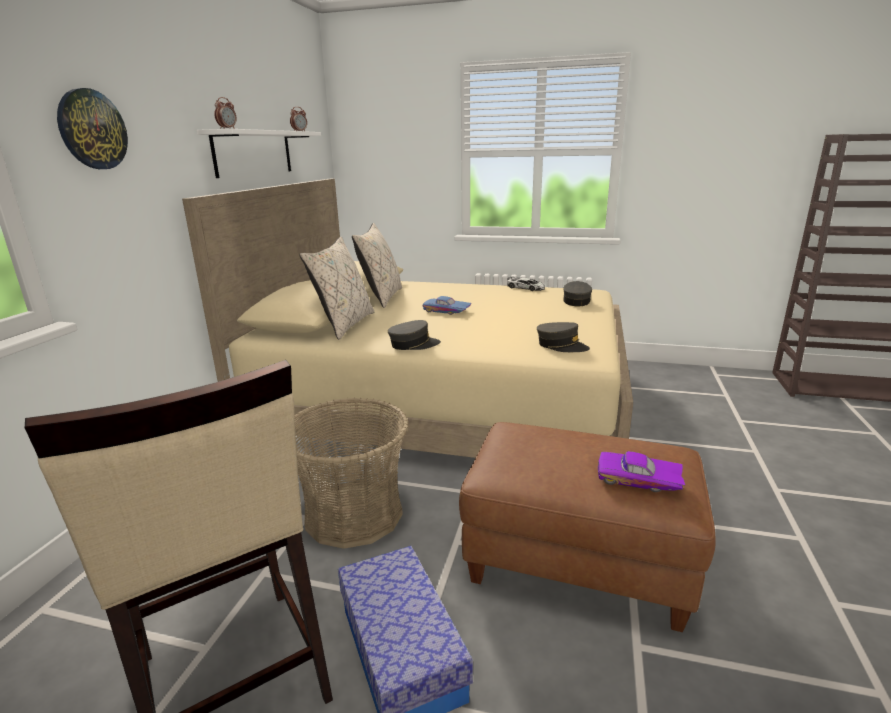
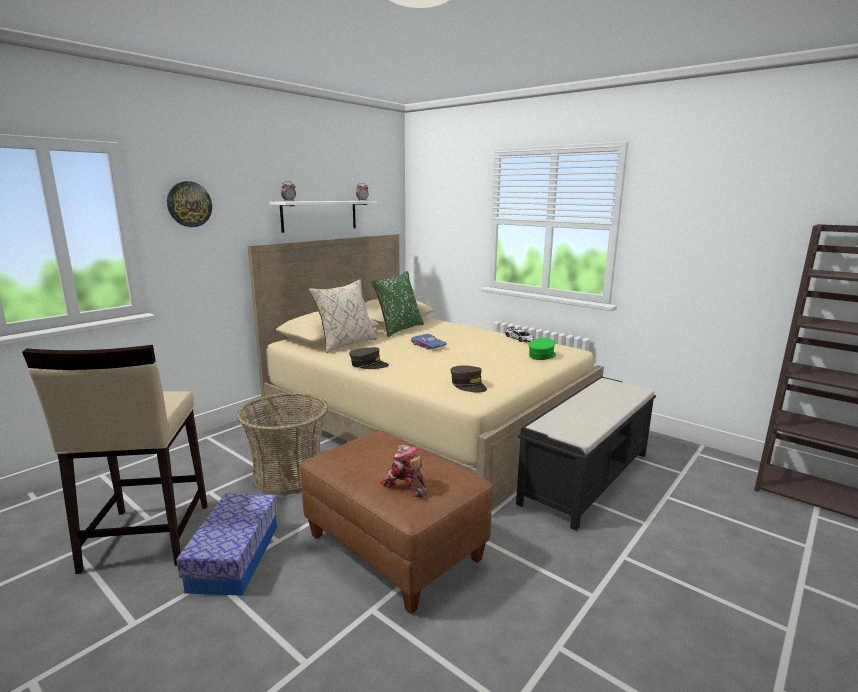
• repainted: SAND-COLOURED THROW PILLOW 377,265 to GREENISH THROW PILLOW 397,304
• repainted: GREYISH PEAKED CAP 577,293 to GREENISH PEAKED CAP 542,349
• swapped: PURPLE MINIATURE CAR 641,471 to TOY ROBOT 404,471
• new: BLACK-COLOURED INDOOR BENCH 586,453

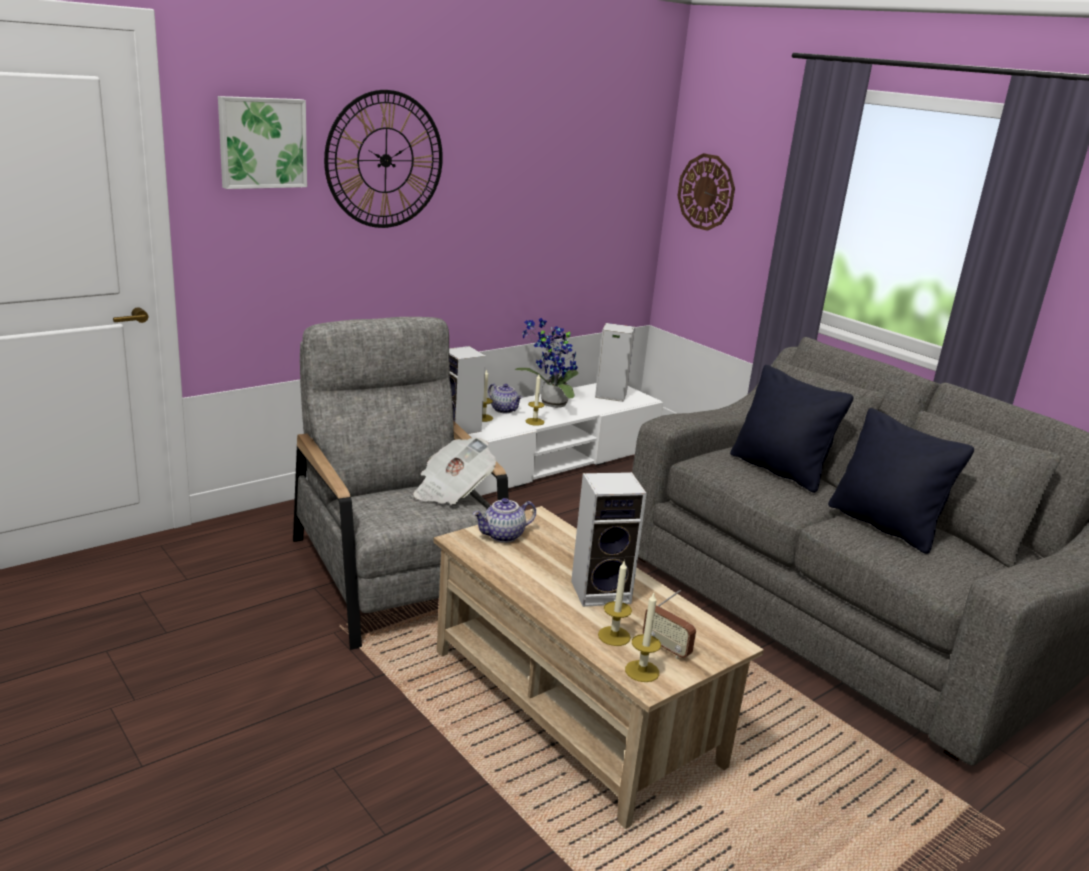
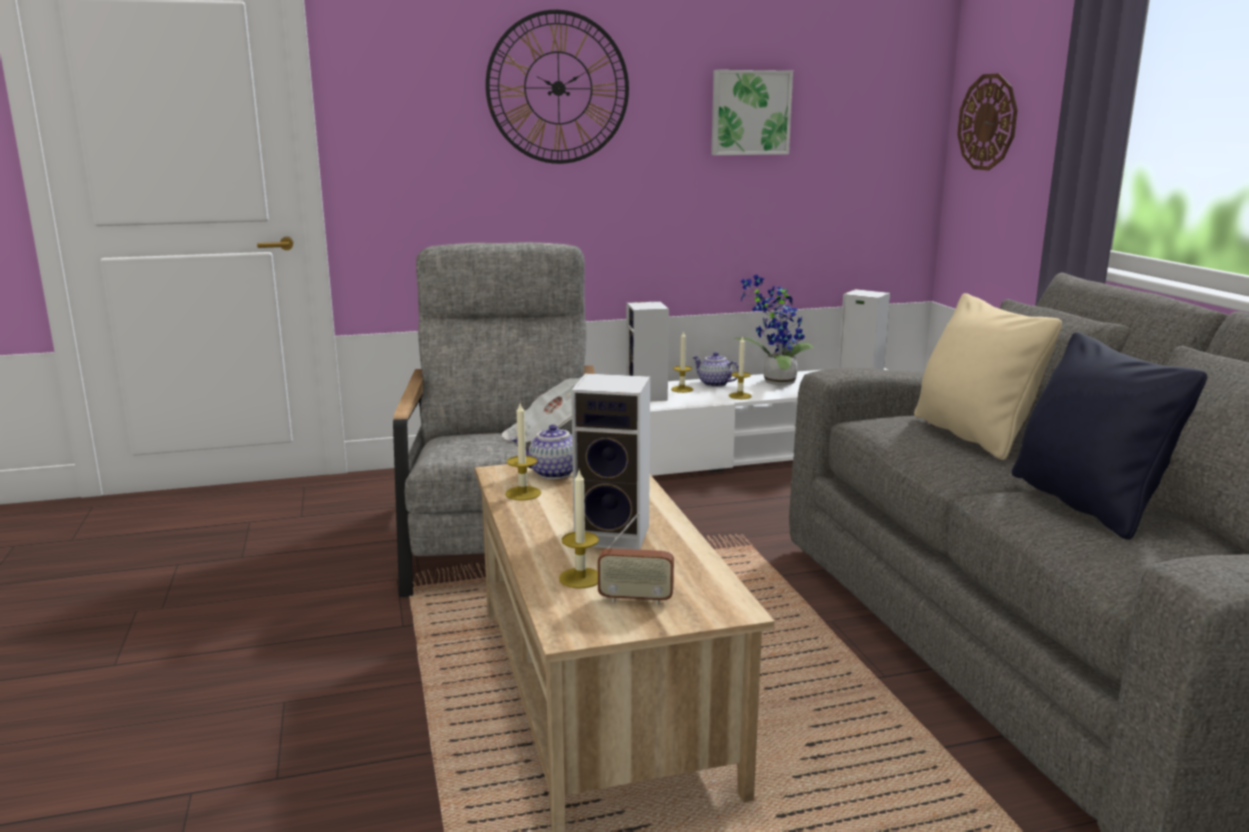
• shifted: PICTURE 262,142 to 752,112
• rotated: TEA POT 505,398 = 716,369 150 degrees clockwise
• shifted: WAX LIGHT 643,637 to 523,452
• rotated: RADIO RECEIVER 669,624 = 636,558 60 degrees counterclockwise
• repainted: BLACK-COLOURED THROW PILLOW 792,429 to SAND-COLOURED THROW PILLOW 988,376

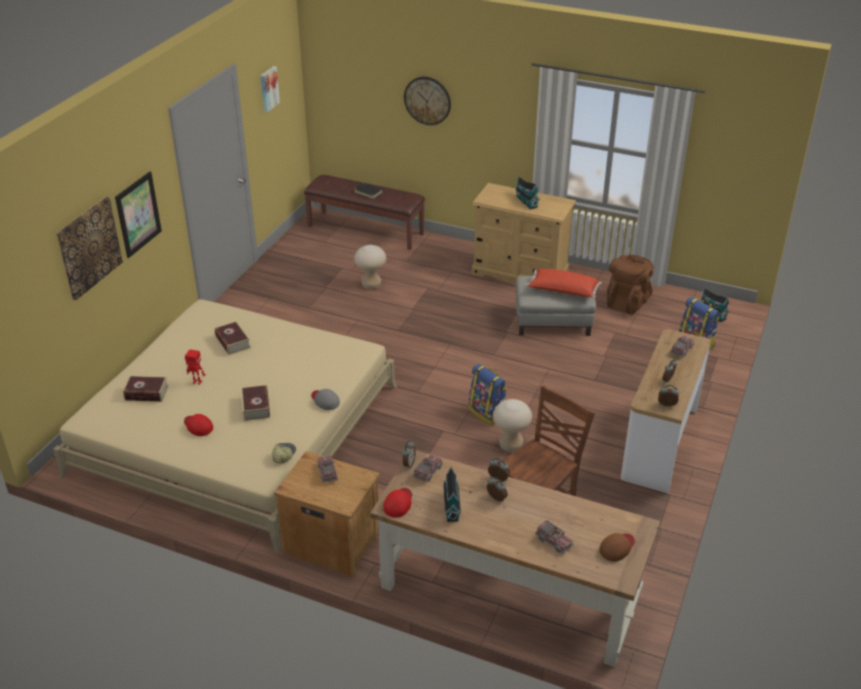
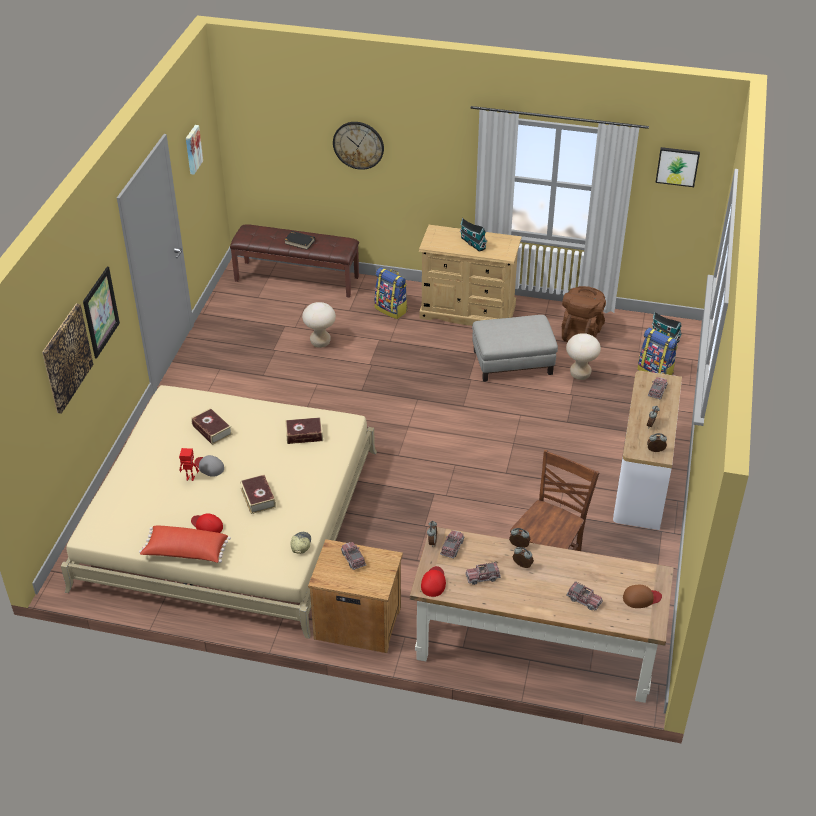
• shifted: BOUND BOOK 145,388 to 304,430
• shifted: GREYISH PEAKED CAP 325,399 to 209,466
• swapped: TOY HOUSE 452,494 to TOY TRUCK 483,573
• shifted: BACKPACK 488,395 to 391,293
• shifted: SAND-COLOURED STOOL SEAT 512,425 to 583,356
• shifted: RED-COLOURED THROW PILLOW 564,283 to 185,544
• rotated: BROWN-COLOURED PEAKED CAP 617,547 = 642,596 45 degrees clockwise
• new: PICTURE 677,167

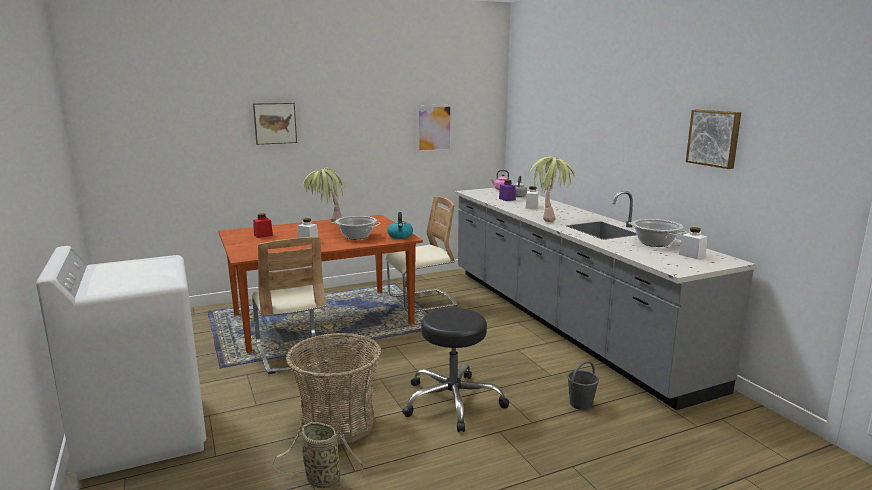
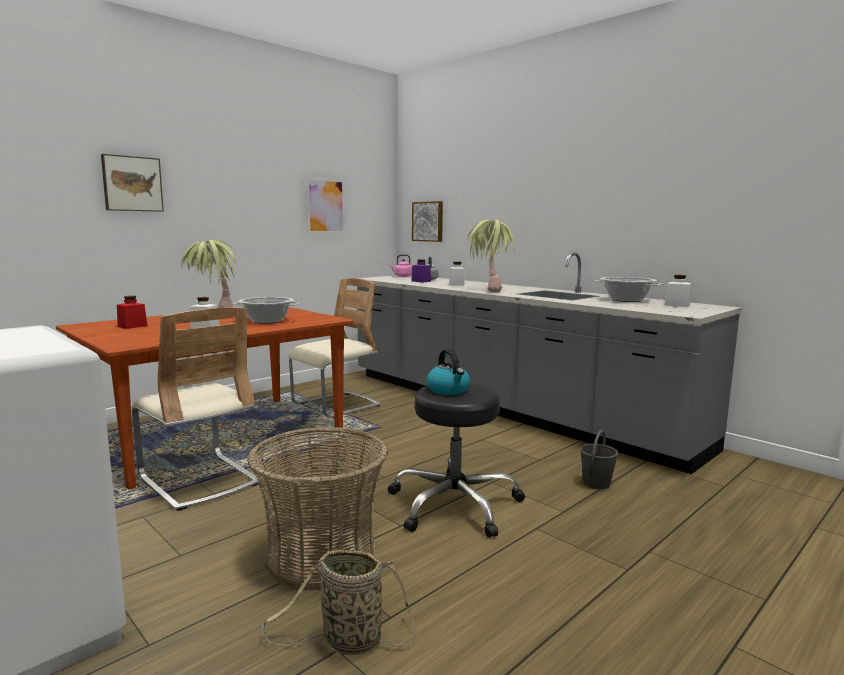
• shifted: WATER KETTLE 400,225 to 448,372
• shifted: PICTURE 713,139 to 427,221

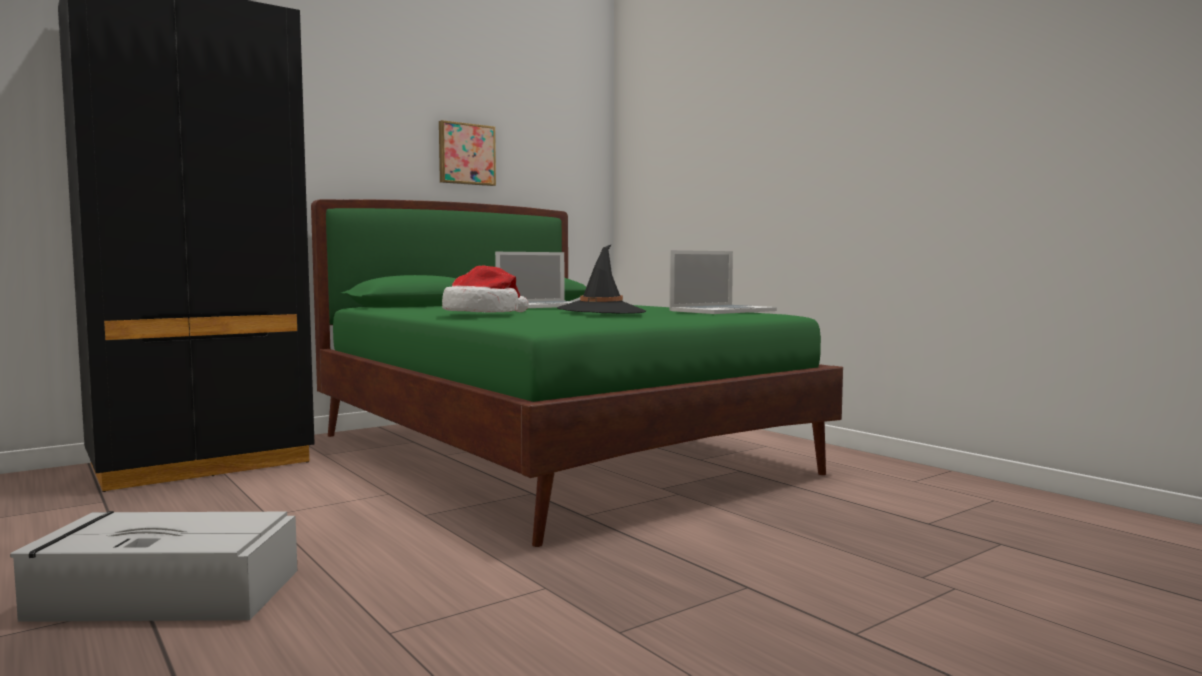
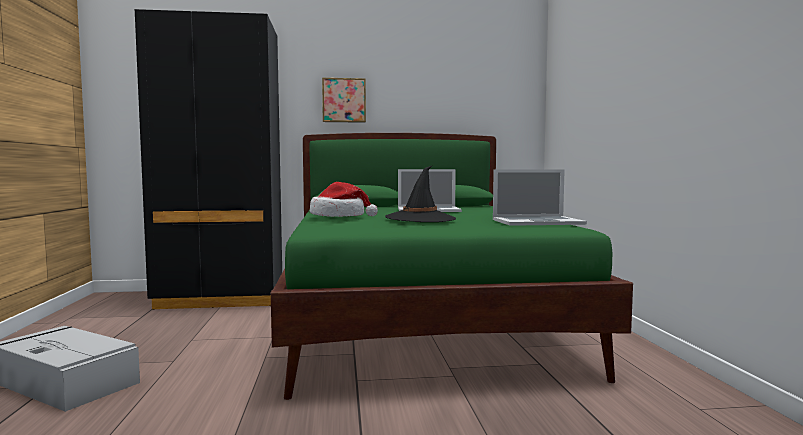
• shifted: PICTURE 467,153 to 344,100

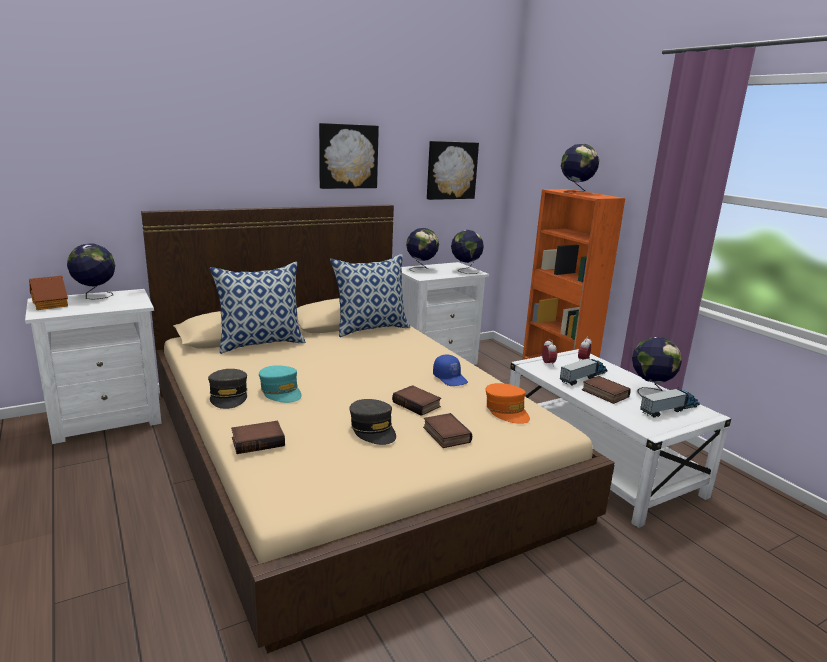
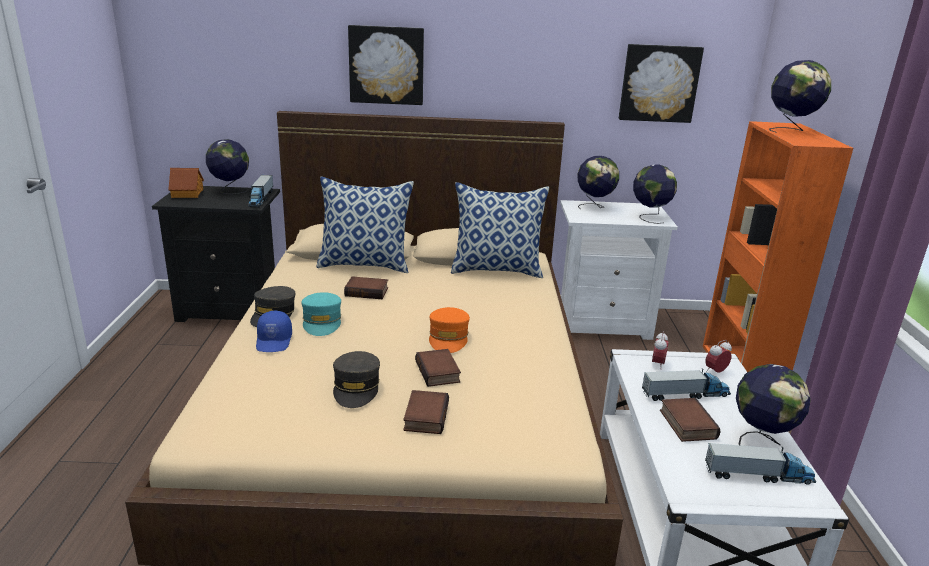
• repainted: WHITISH NIGHTSTAND 93,366 to BLACK-COLOURED NIGHTSTAND 216,254
• shifted: BOUND BOOK 258,437 to 366,287
• shifted: PICTURE 349,156 to 386,65
• shifted: BLUE-COLOURED PEAKED CAP 450,370 to 274,331
• shifted: ORANGEY PEAKED CAP 508,403 to 449,330
• new: TOY TRUCK 260,191

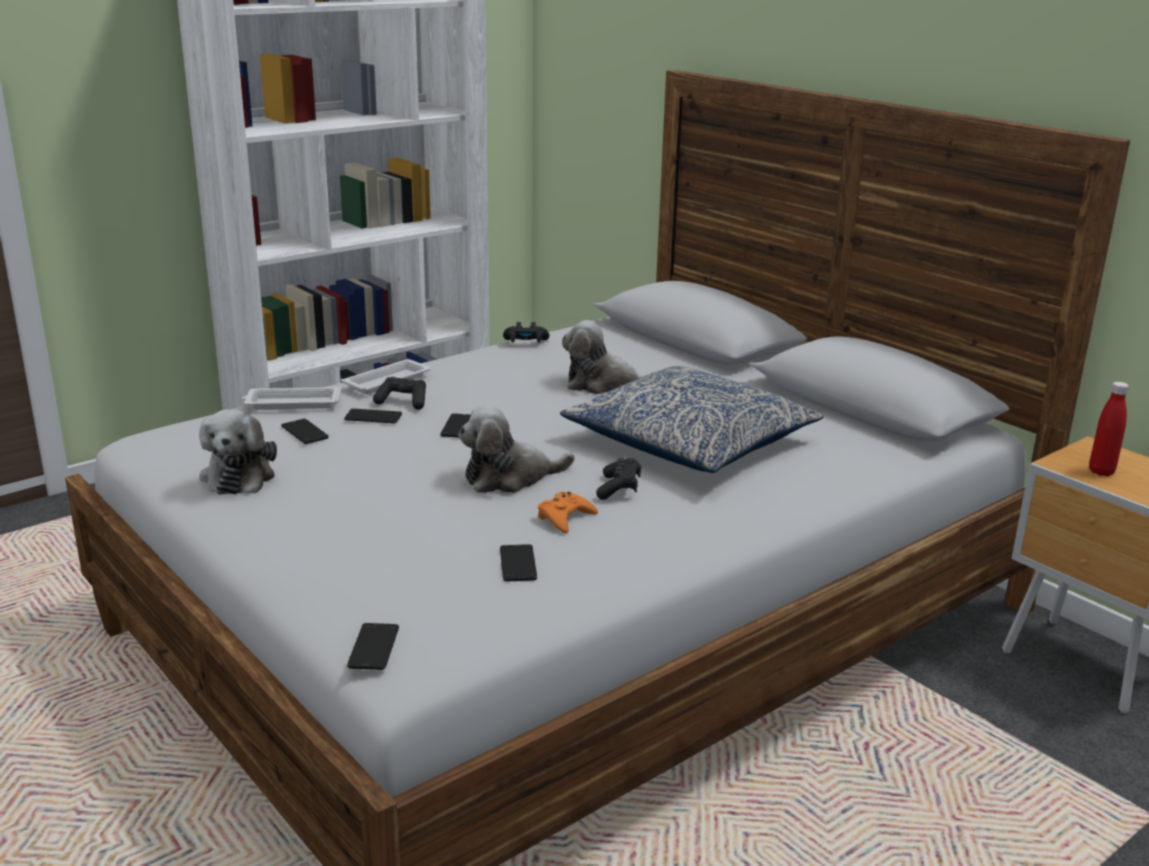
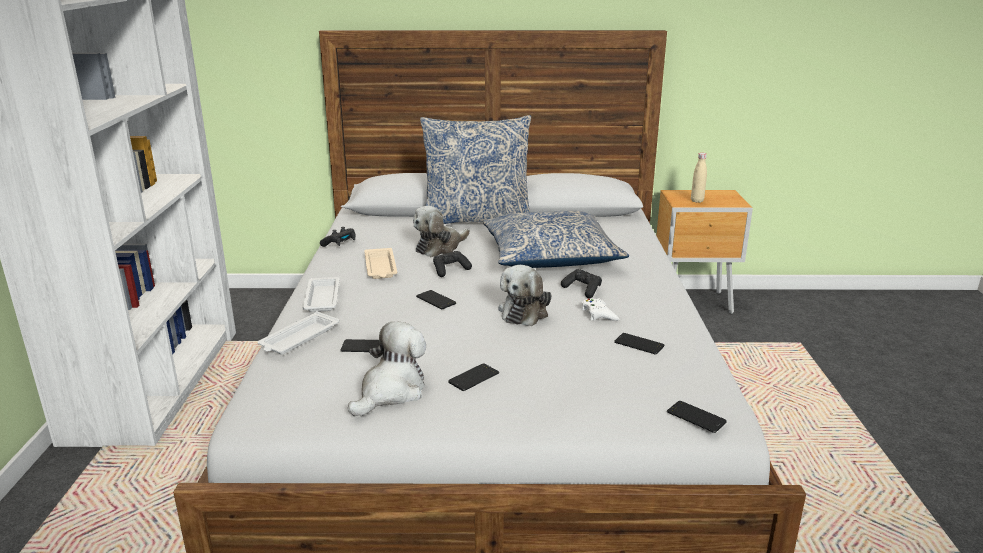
• rotated: PLUSH TOY 238,451 = 387,369 90 degrees counterclockwise
• shifted: HANDSET 373,416 to 473,377
• shifted: BLACK-COLOURED JOYPAD 399,393 to 452,264
• repainted: ORANGEY JOYPAD 568,512 to WHITISH JOYPAD 600,309
• repainted: RED-COLOURED BOTTLE 1109,429 to SAND-COLOURED BOTTLE 699,178
• new: SAND-COLOURED SERVING TRAY 380,263
• new: THROW PILLOW 475,169

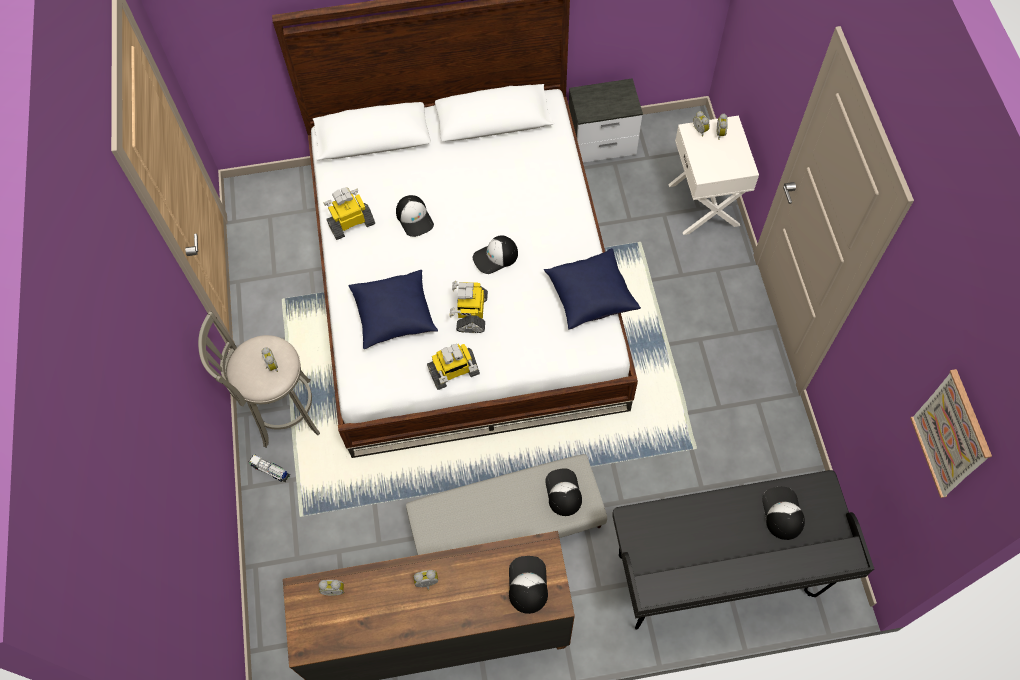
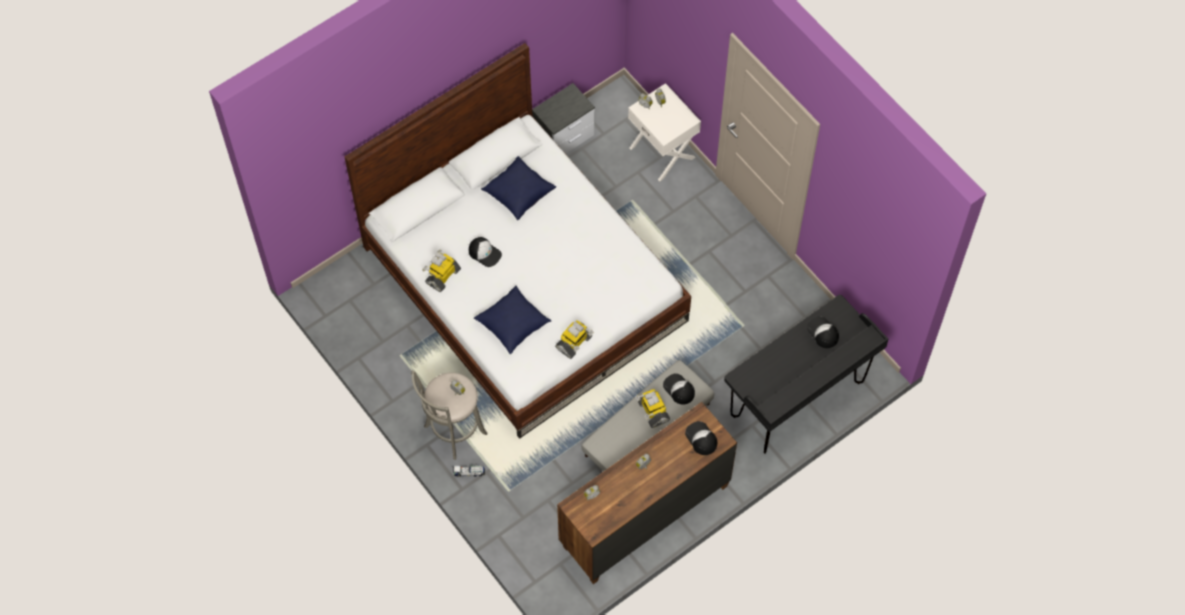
• shifted: TOY ROBOT 468,307 to 652,408
• gone: PEAKED CAP 495,254
• shifted: BLUE-COLOURED THROW PILLOW 592,288 to 518,188
• gone: PICTURE 951,433

